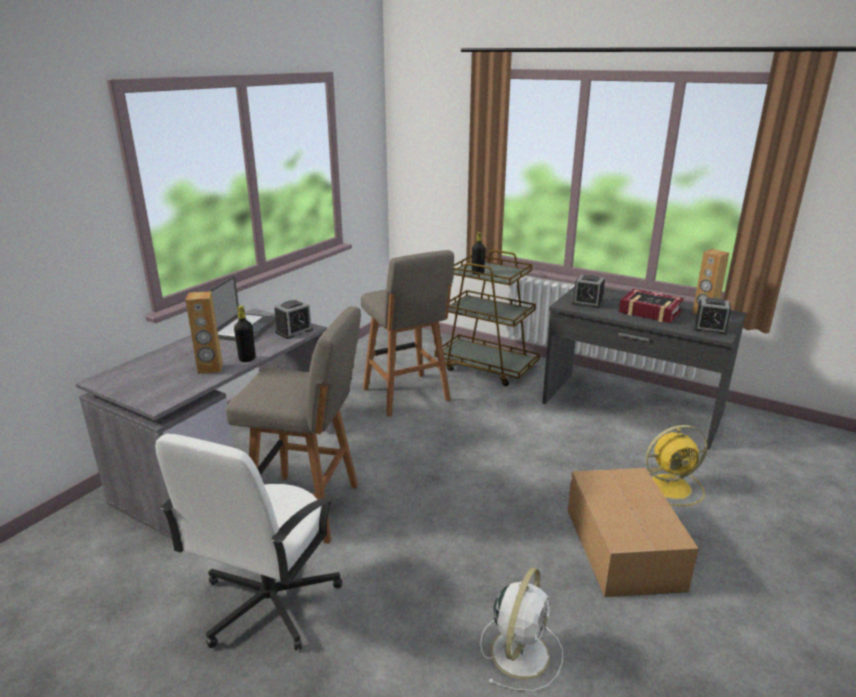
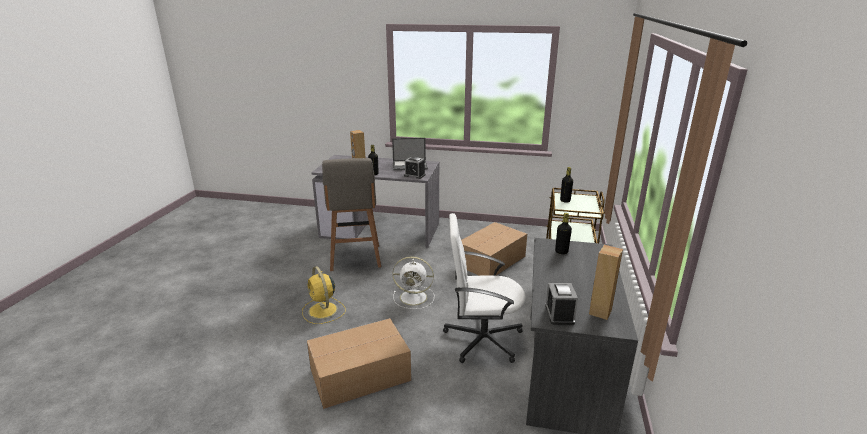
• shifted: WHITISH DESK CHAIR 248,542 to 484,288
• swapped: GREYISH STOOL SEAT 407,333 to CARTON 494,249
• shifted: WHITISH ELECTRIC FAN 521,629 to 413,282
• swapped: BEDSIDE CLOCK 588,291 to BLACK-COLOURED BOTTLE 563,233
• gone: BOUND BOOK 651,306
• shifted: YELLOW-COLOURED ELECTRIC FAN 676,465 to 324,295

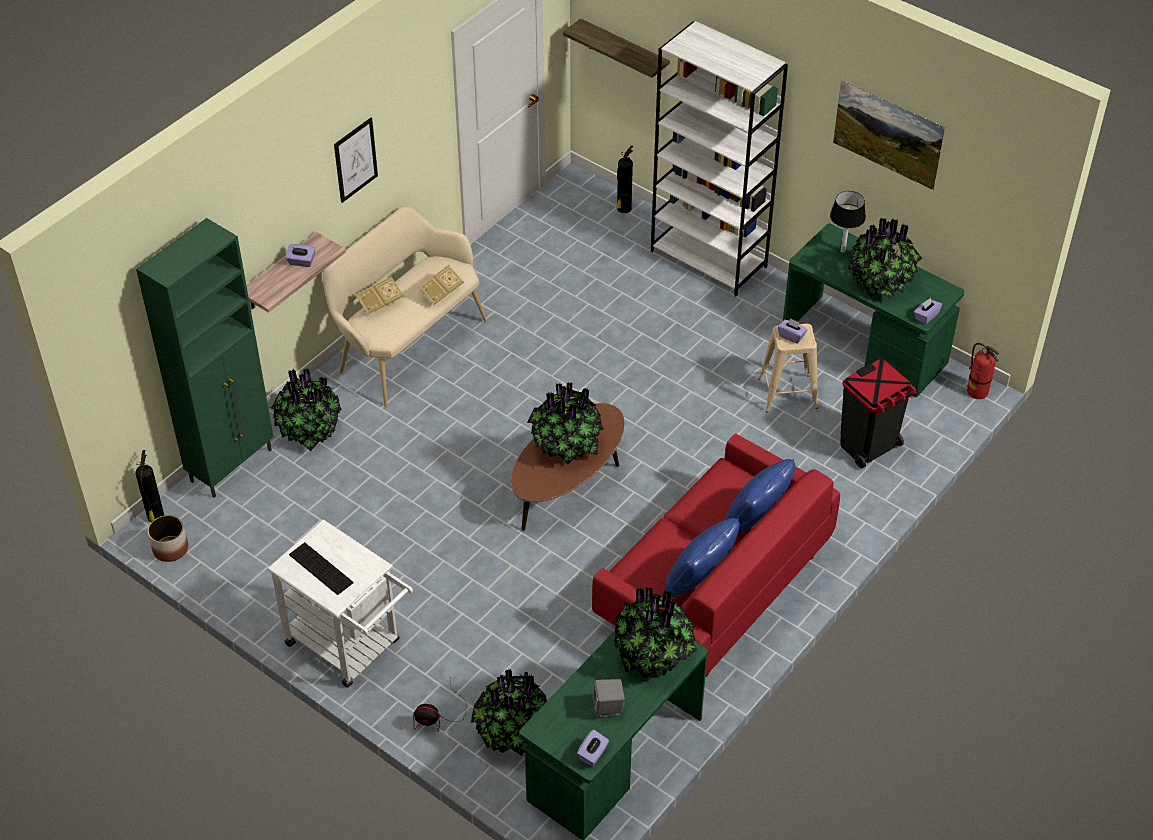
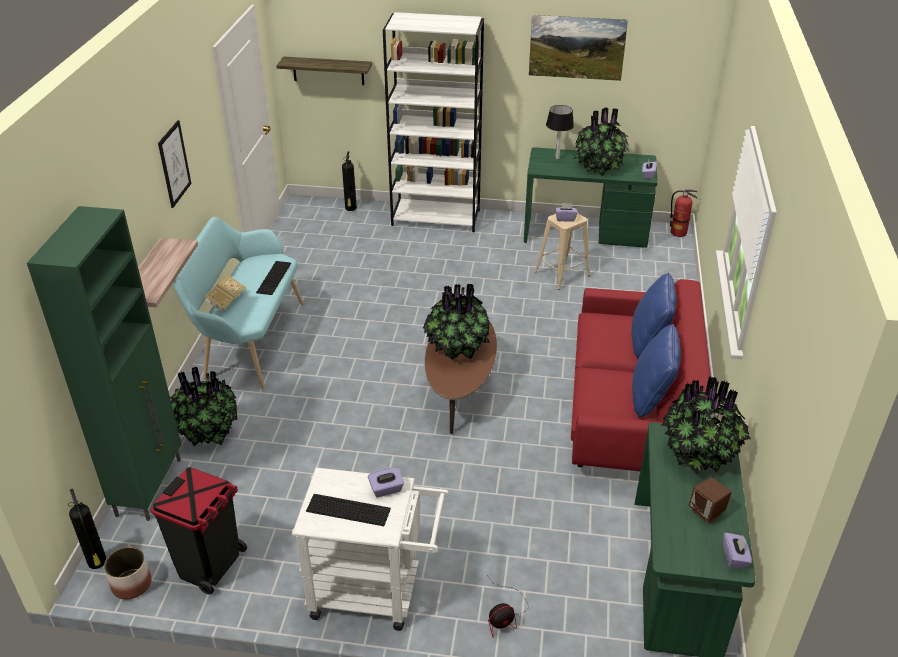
• shifted: PURPLE BOX OF TISSUES 300,255 to 386,482
• repainted: SAND-COLOURED INDOOR BENCH 405,306 to TURQUOISE-COLOURED INDOOR BENCH 238,303
• swapped: BOUND BOOK 441,285 to COMPUTER KEYBOARD 273,278
• gone: PLANT IN A POT 509,712
• repainted: GREYISH LOUDSPEAKER 609,698 to BROWN-COLOURED LOUDSPEAKER 710,500
• shifted: BLACK-COLOURED RUBBISH BIN 878,413 to 199,530

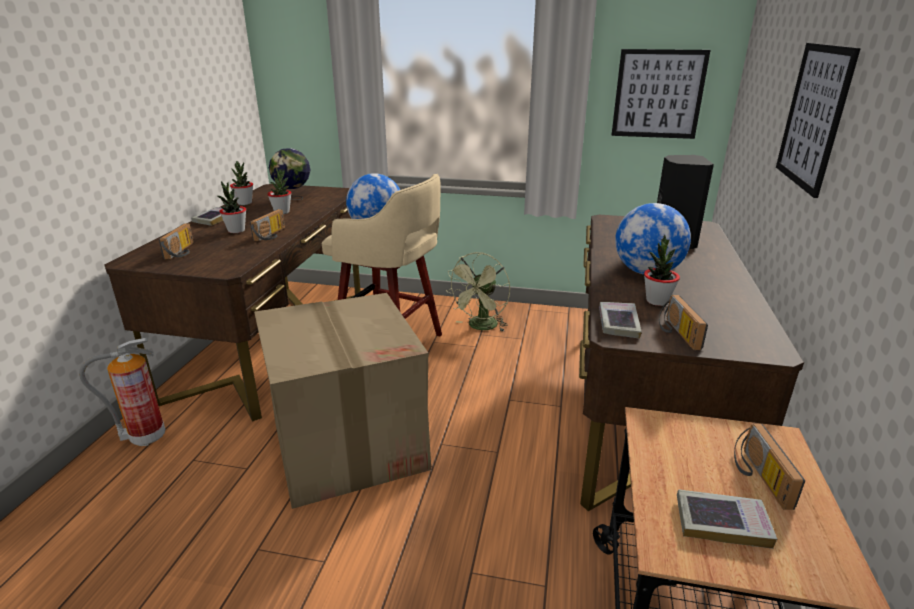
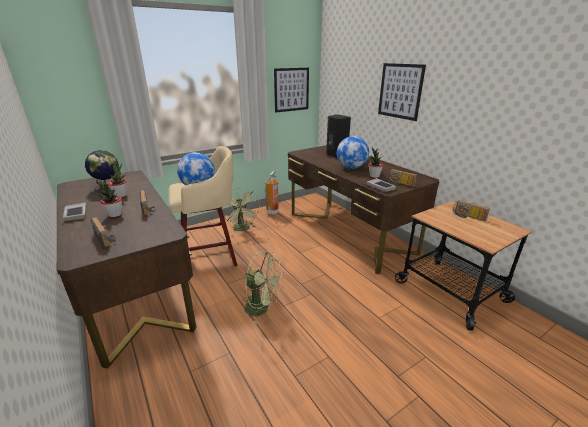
• shifted: EXTINGUISHER 122,391 to 272,193
• gone: PLANT IN A POT 241,183
• swapped: CARTON 342,401 to GREENISH ELECTRIC FAN 263,288
• gone: BOUND BOOK 727,519

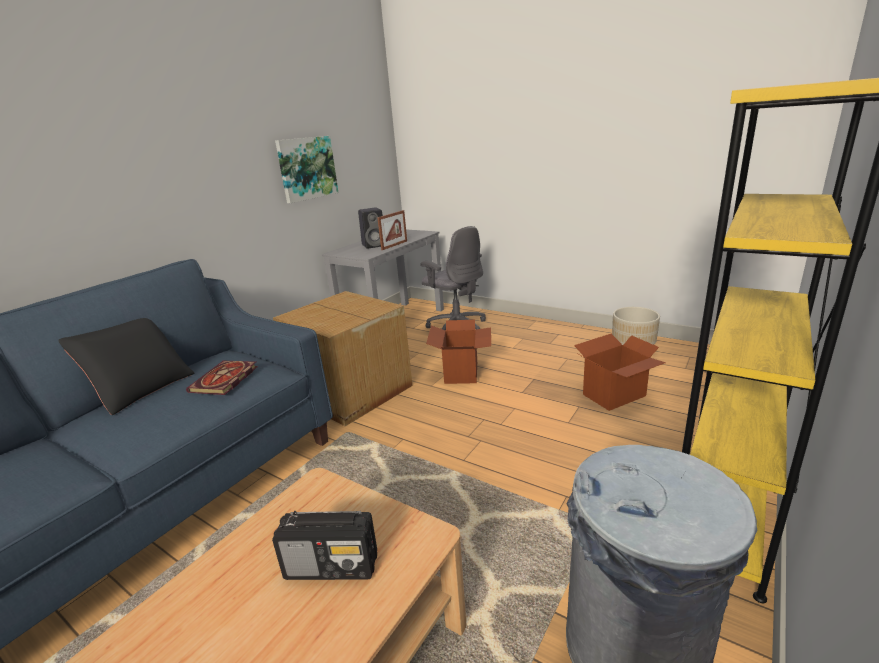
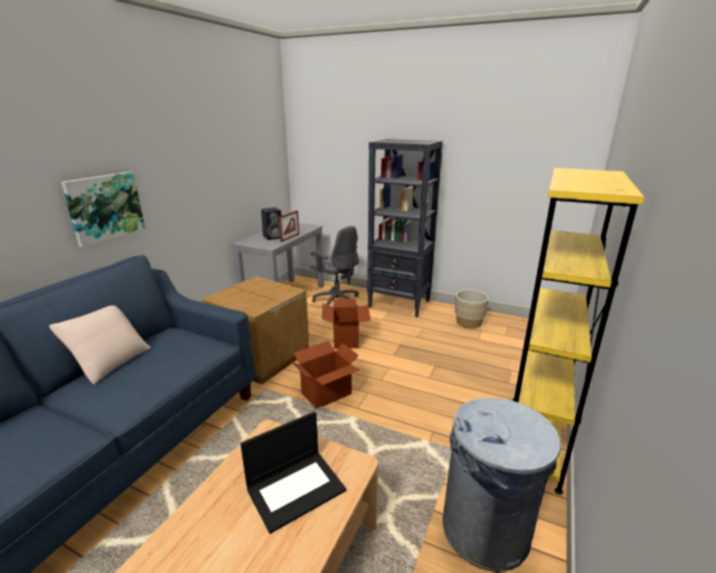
• repainted: BLACK-COLOURED THROW PILLOW 126,366 to SAND-COLOURED THROW PILLOW 100,344
• gone: BOUND BOOK 222,378
• swapped: RADIO RECEIVER 324,545 to NOTEBOOK COMPUTER 293,472
• shifted: PICTURE 307,169 to 103,209
• shifted: CARTON 620,372 to 325,375
• new: BLACK-COLOURED BOOKSHELF 405,228

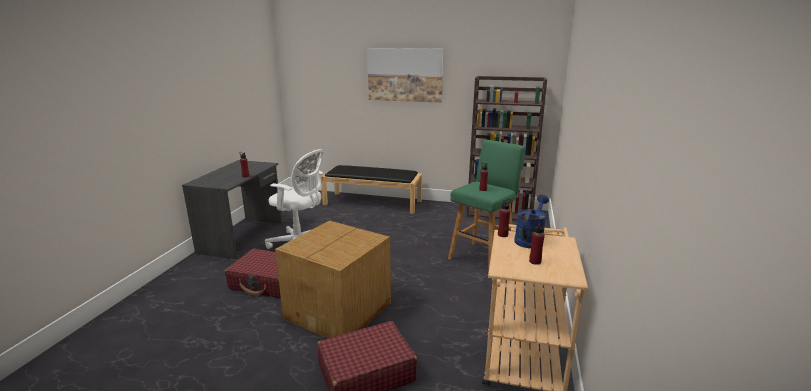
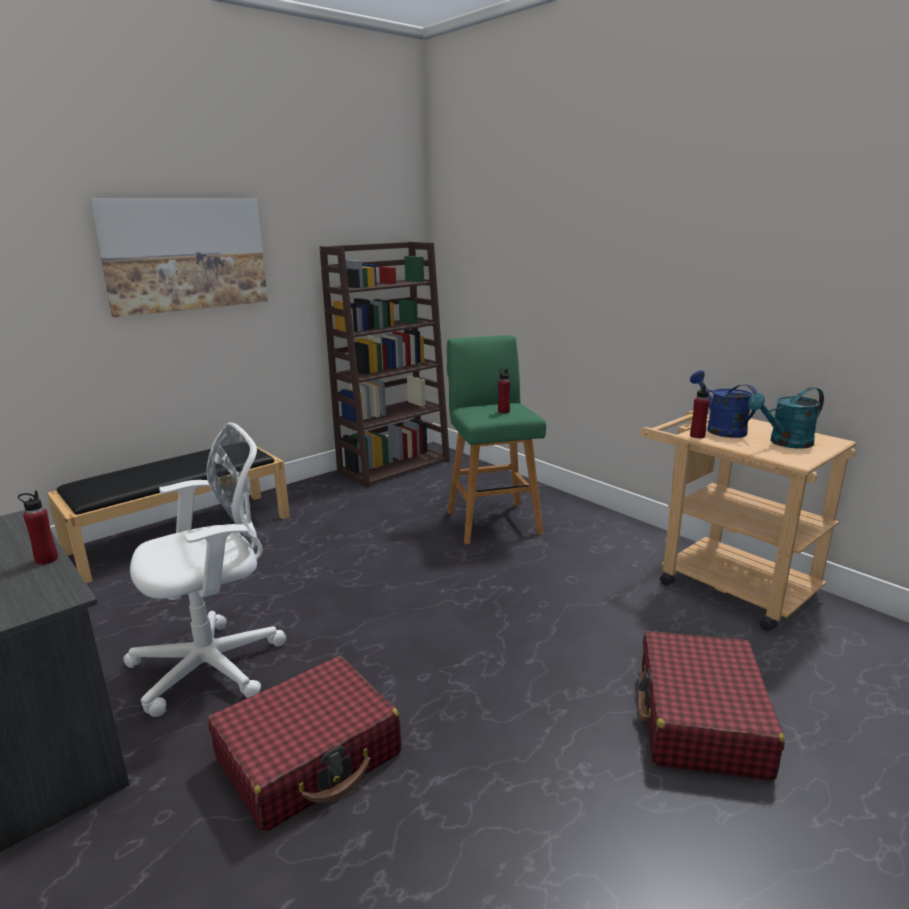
• gone: CARTON 333,279
• swapped: RED-COLOURED BOTTLE 537,243 to TURQUOISE-COLOURED WATERING CAN 786,418

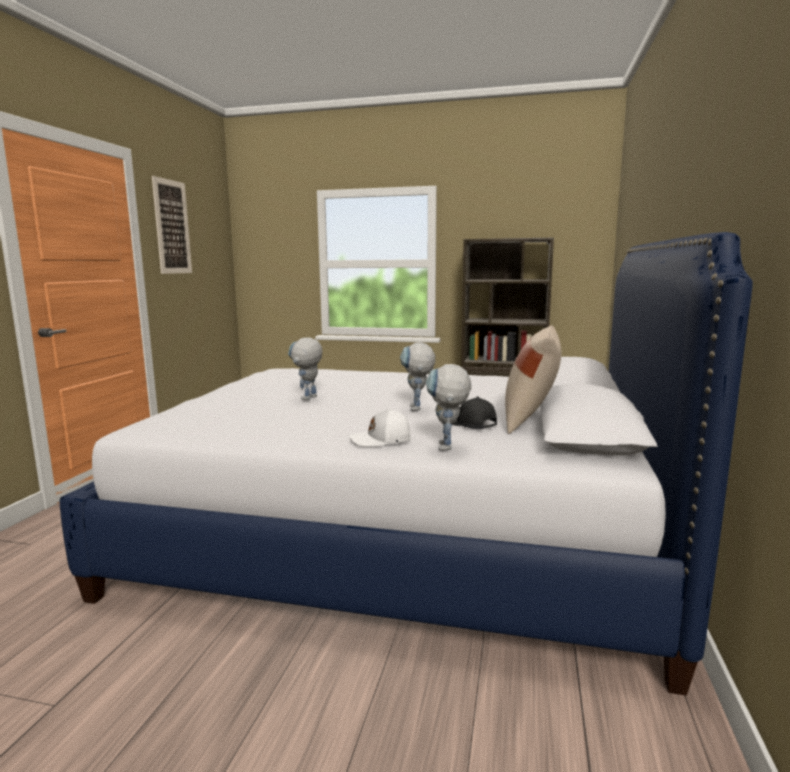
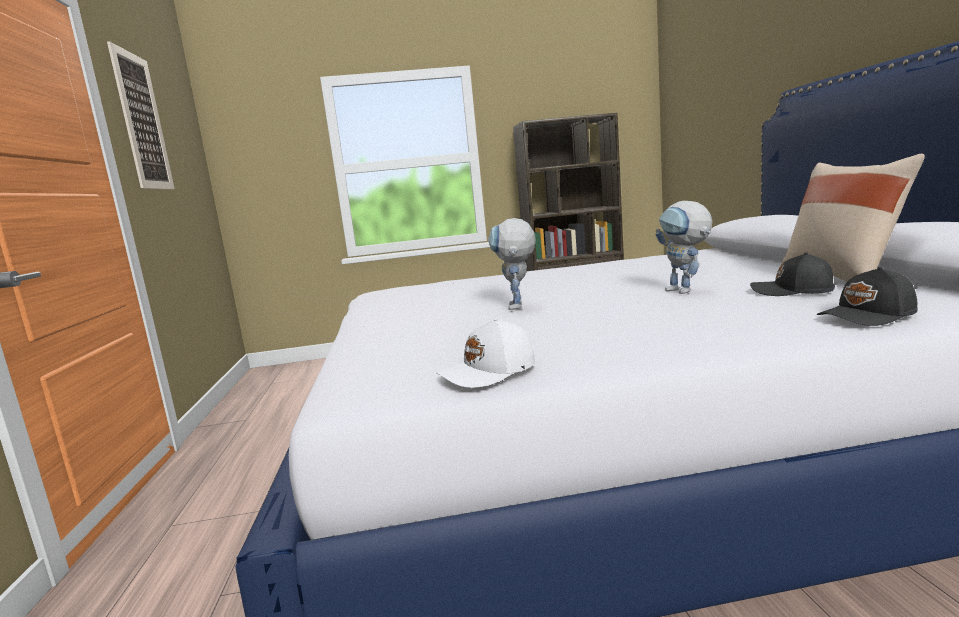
• shifted: WHITISH PEAKED CAP 380,427 to 485,353
• swapped: TOY ROBOT 448,407 to BLACK-COLOURED PEAKED CAP 867,296

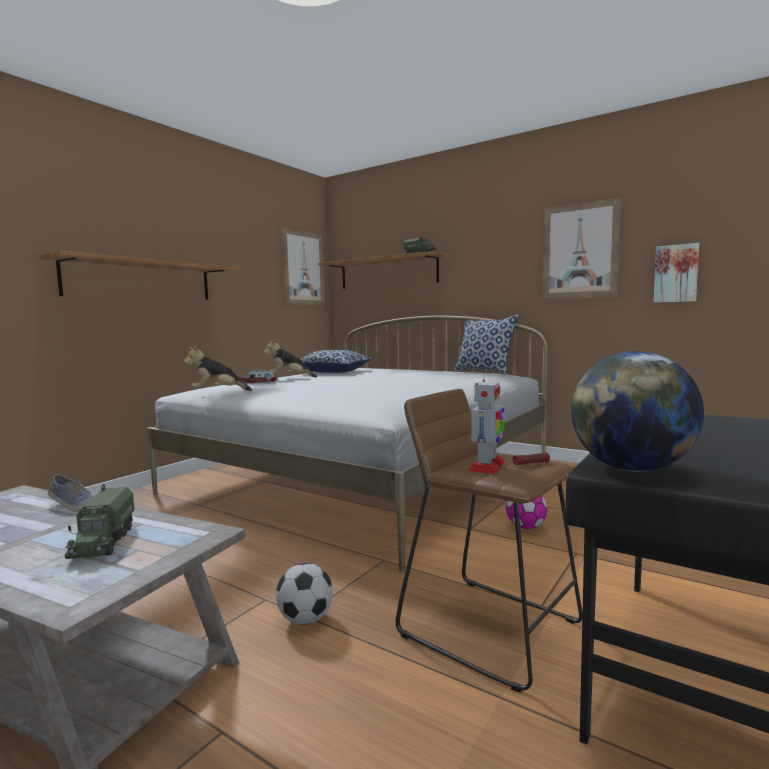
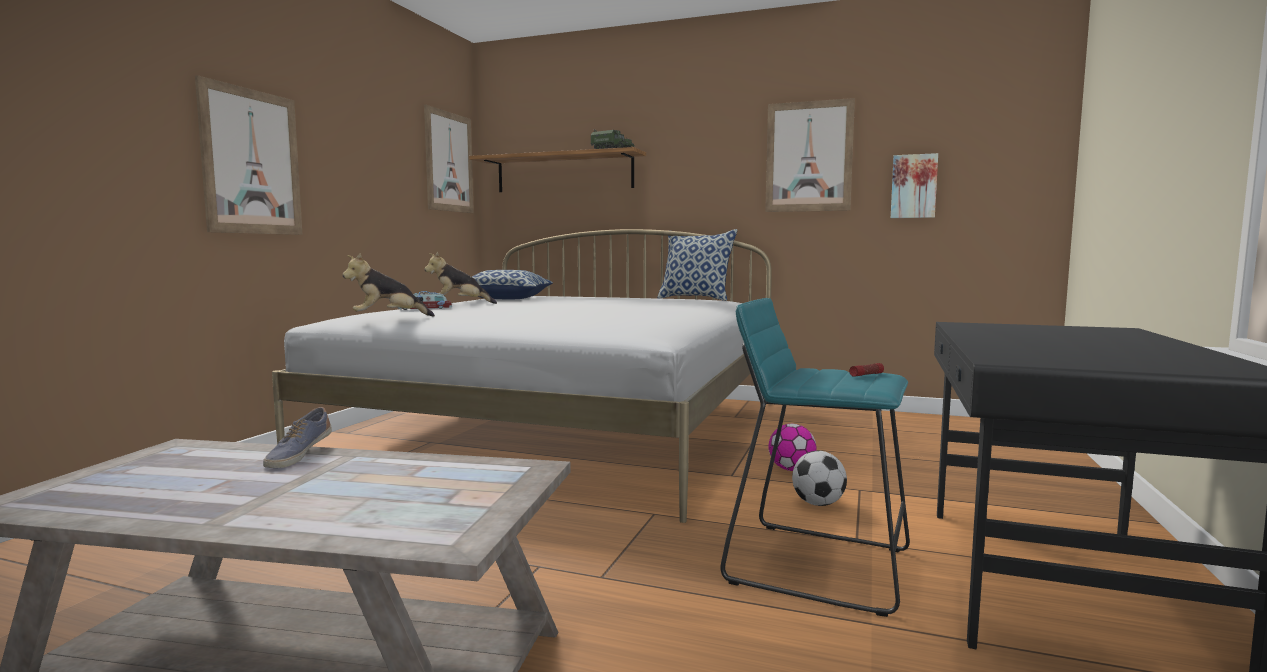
• swapped: SHELF 138,275 to PICTURE 249,155
• rotated: ITEM OF FOOTWEAR 71,493 = 297,437 90 degrees clockwise
• gone: TOY TRUCK 99,521
• shifted: FOOTBALL 304,594 to 819,478
• repainted: BROWN-COLOURED STOOL SEAT 489,541 to TURQUOISE-COLOURED STOOL SEAT 815,457
• gone: TOY ROBOT 487,426
• gone: GLOBE 637,411

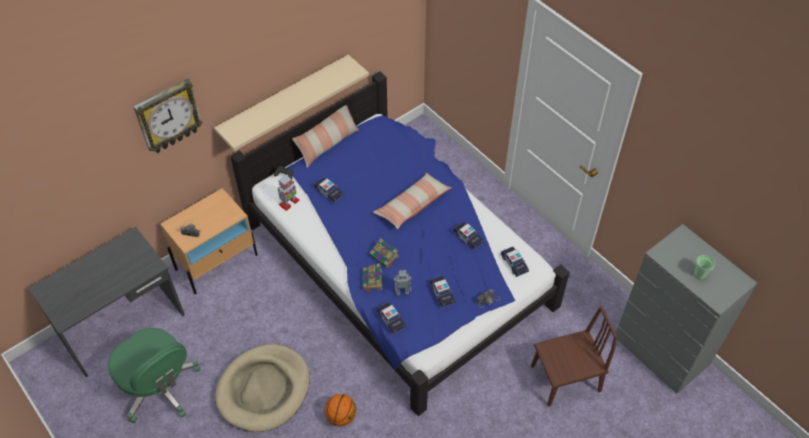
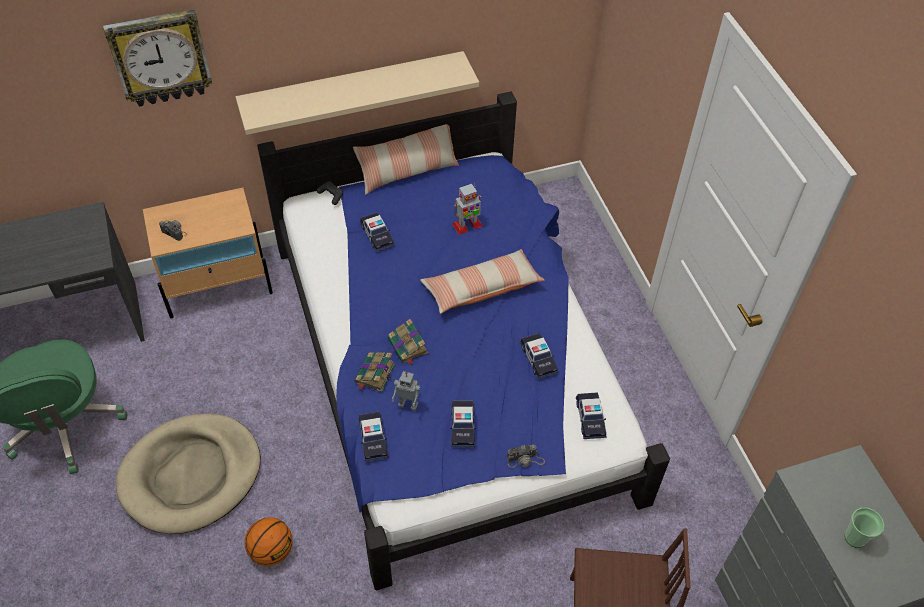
• shifted: TOY ROBOT 289,192 to 467,209

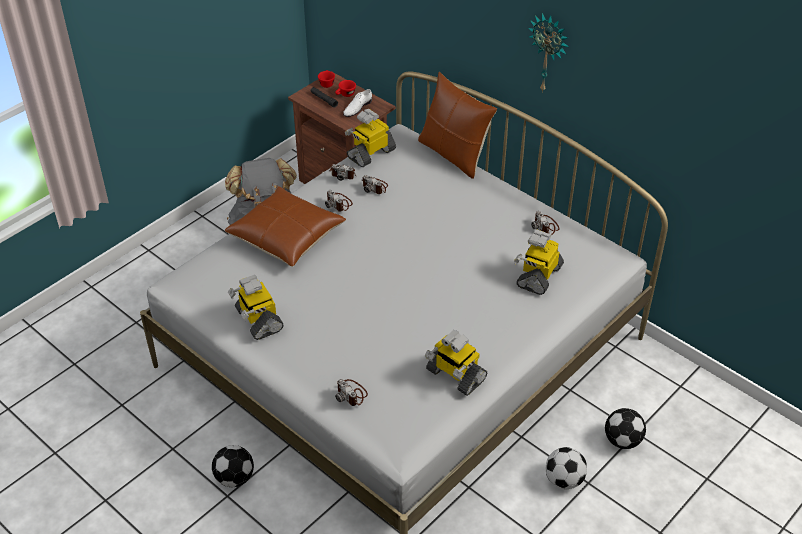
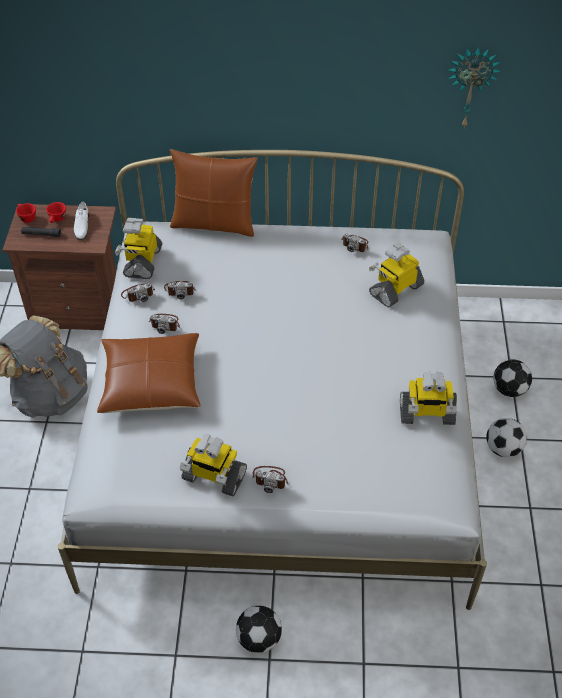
• shifted: PHOTO CAMERA 351,392 to 270,479
• rotated: TOY ROBOT 539,262 = 396,274 60 degrees clockwise
• shifted: HANGING CLOCK 548,53 to 474,87

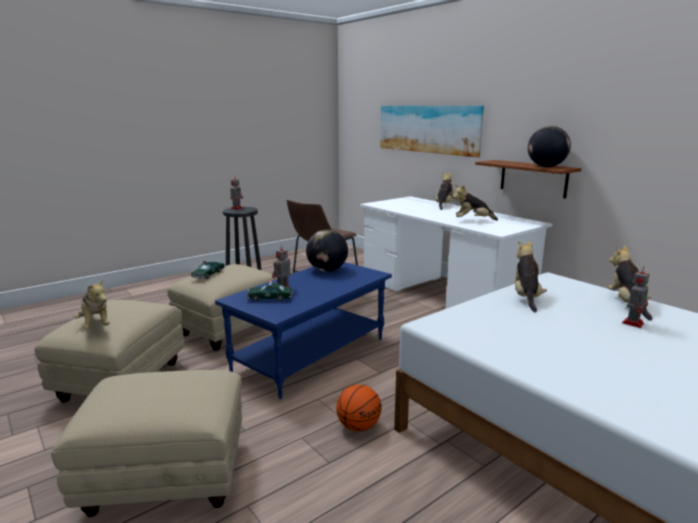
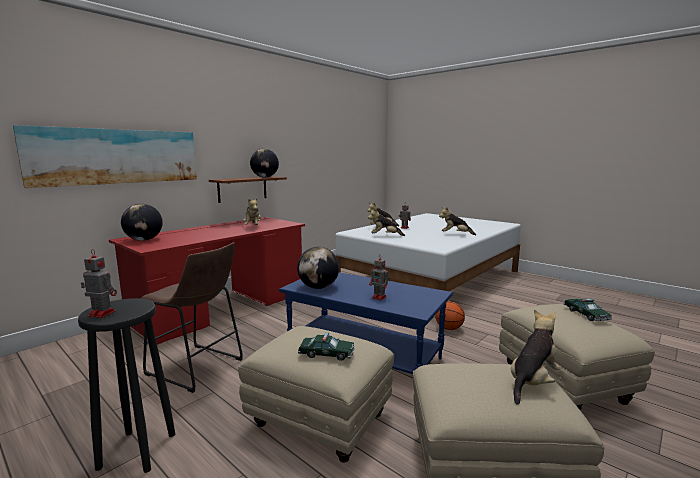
• shifted: MINIATURE CAR 270,291 to 588,310
• repainted: WHITISH DESK 456,252 to RED-COLOURED DESK 207,281
• shifted: PLUSH TOY 445,191 to 457,221
• new: GLOBE 142,222

